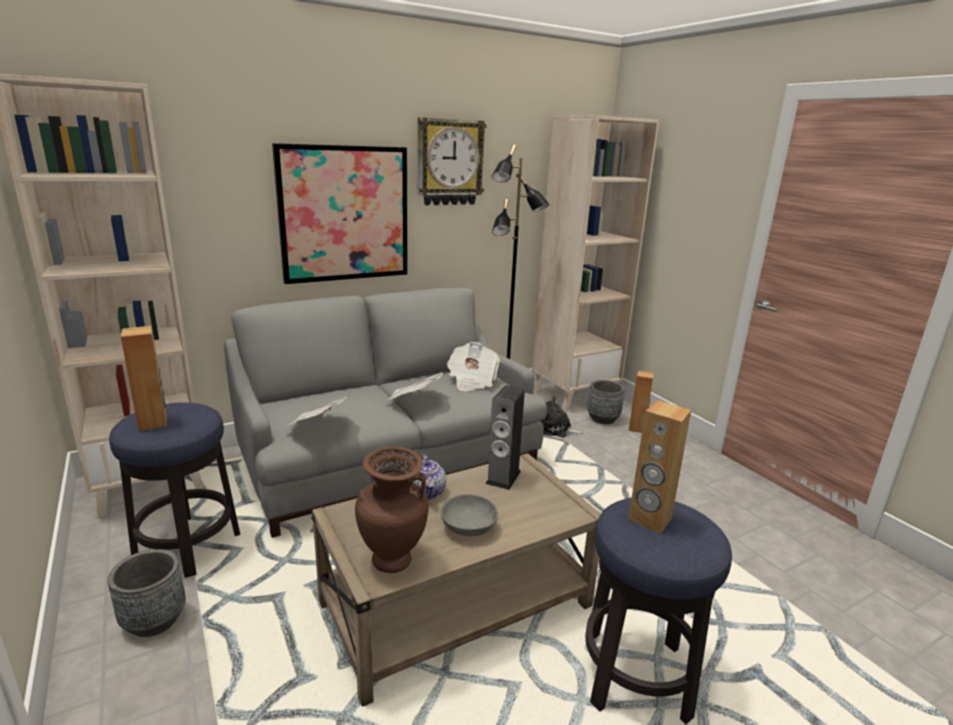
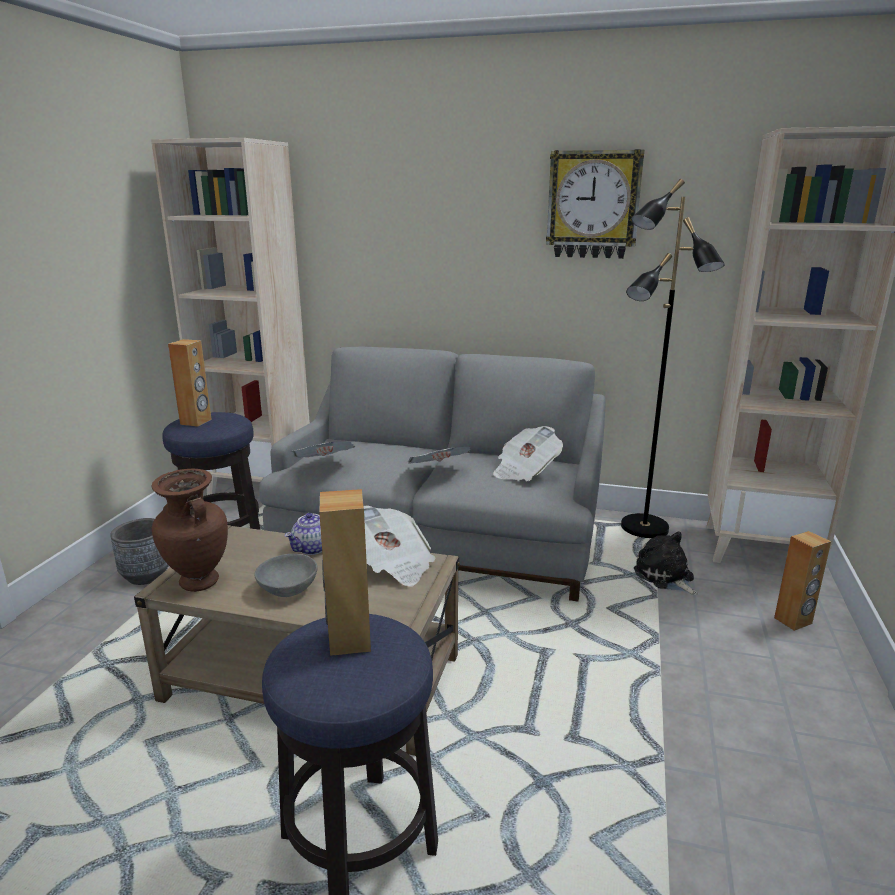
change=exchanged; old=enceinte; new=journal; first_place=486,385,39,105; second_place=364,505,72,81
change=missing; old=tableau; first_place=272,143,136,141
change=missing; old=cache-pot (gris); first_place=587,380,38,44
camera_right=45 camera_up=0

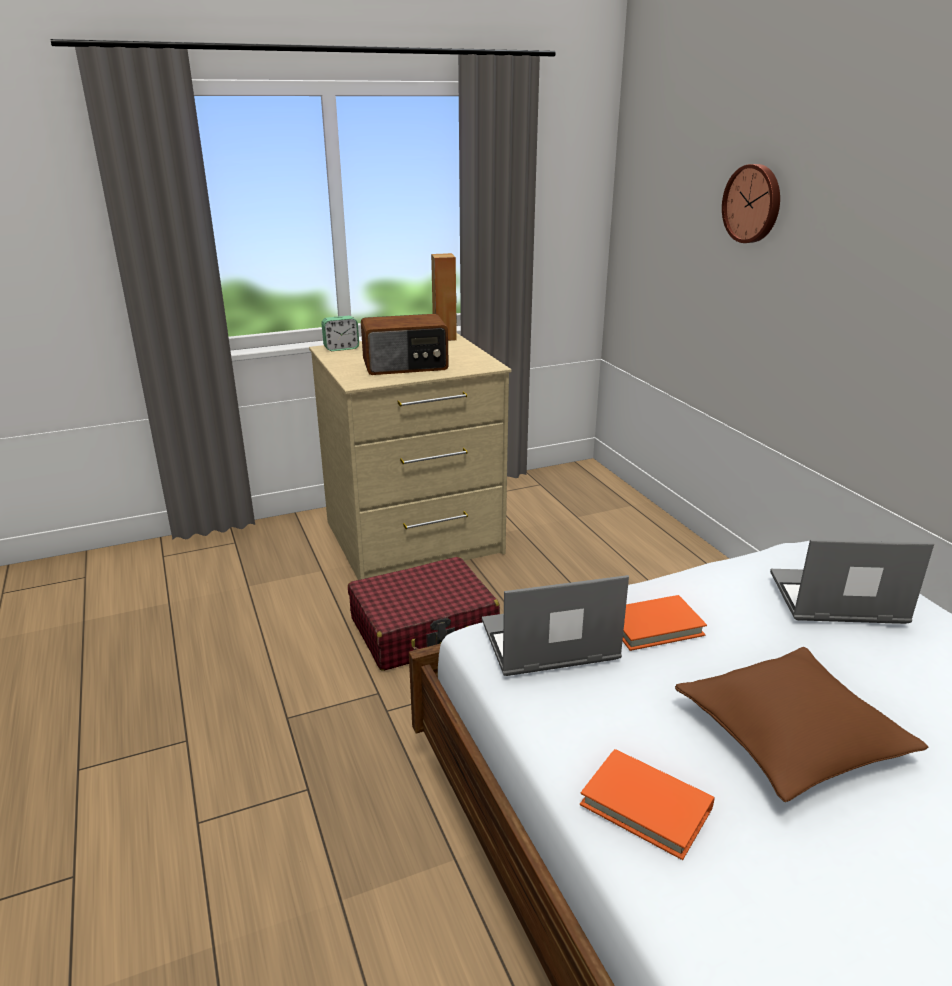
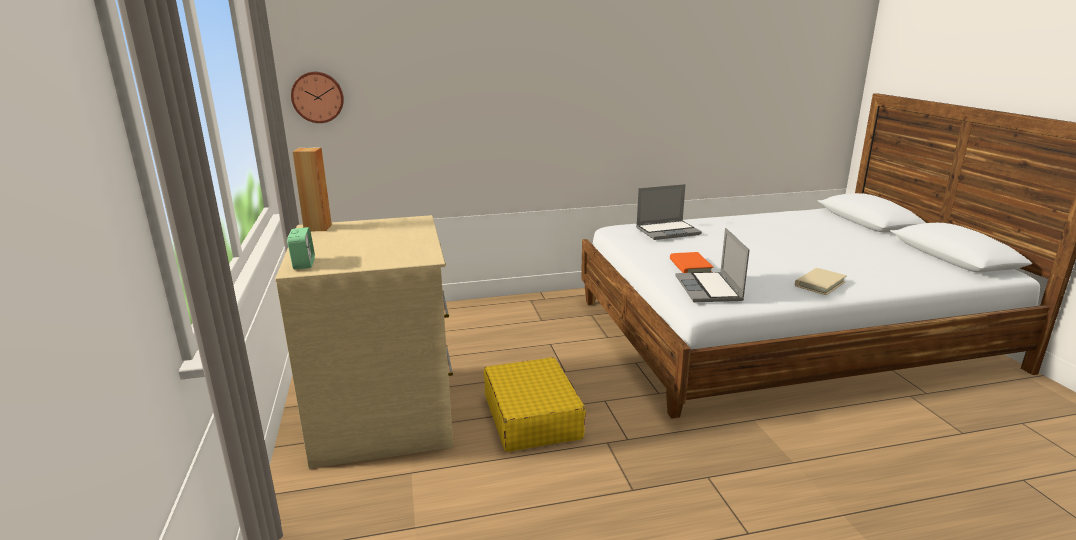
change=relocated; old=horloge murale; first_place=722,164,58,79; second_place=291,72,53,51
change=colour; old=valise (rouge); new=valise (jaune); first_place=348,557,152,114; second_place=484,357,102,95
change=spun; old=ordinateur portable; first_place=770,539,164,85; second_place=636,184,66,56; degrees=-120
change=colour; old=livre (orange); new=livre (beige); first_place=580,749,134,111; second_place=795,268,52,27
change=missing; old=radio; first_place=361,314,88,61
change=missing; old=coussin (marron); first_place=675,647,253,155
camera_right=-80 camera_up=-5

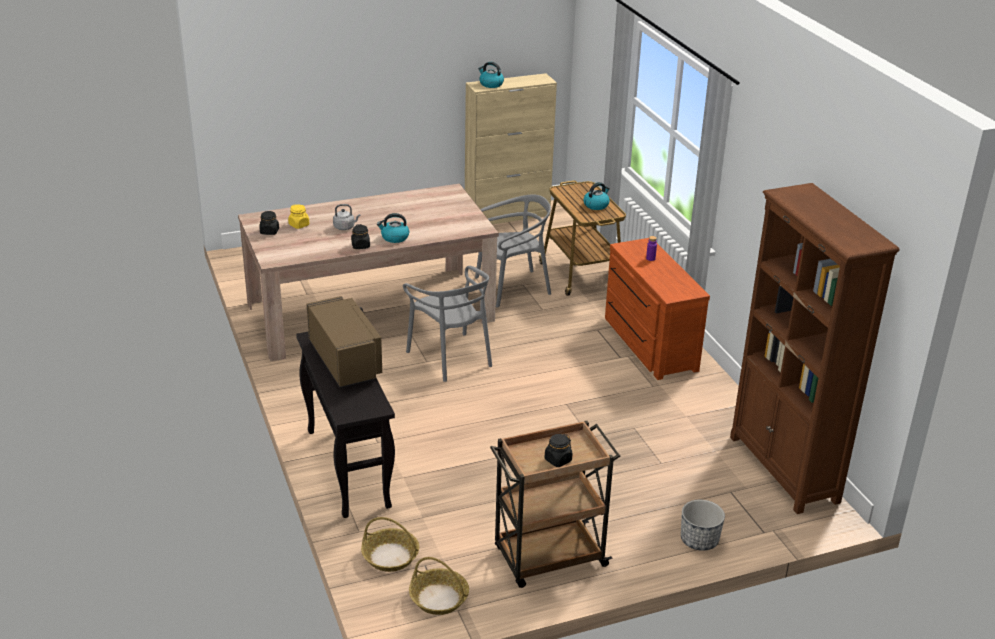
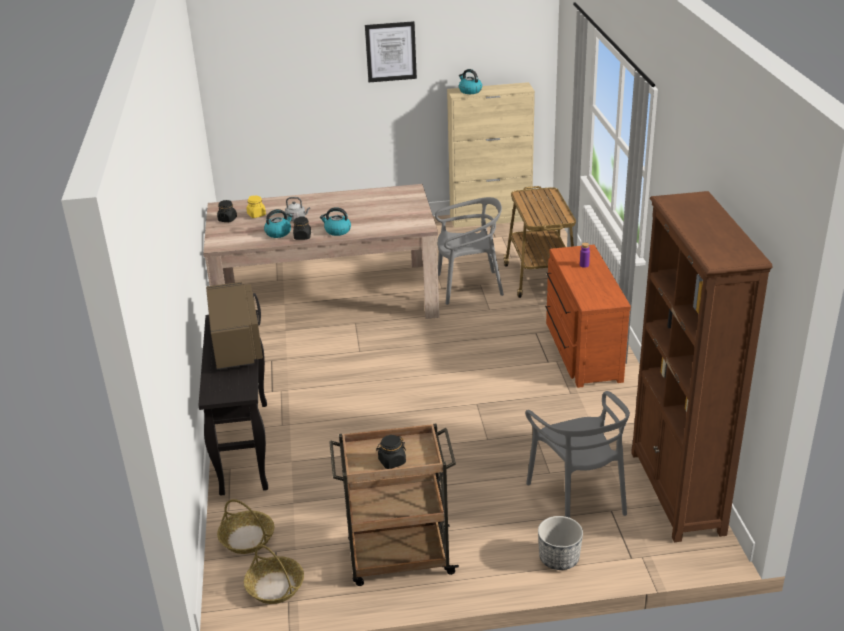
change=relocated; old=bouilloire; first_place=583,182,27,28; second_place=264,209,29,29
change=appeared; new=tableau; second_place=365,21,52,61
change=relocated; old=chaise (gris); first_place=403,266,89,116; second_place=525,391,105,127
camera_right=15 camera_up=0

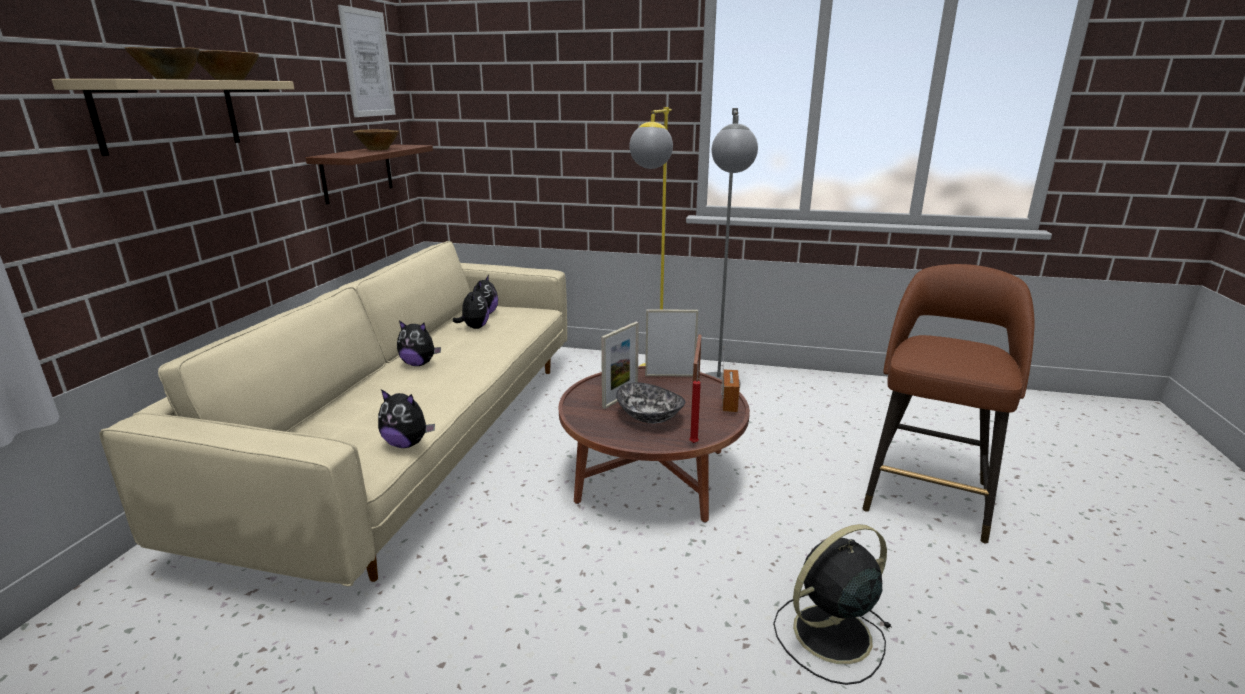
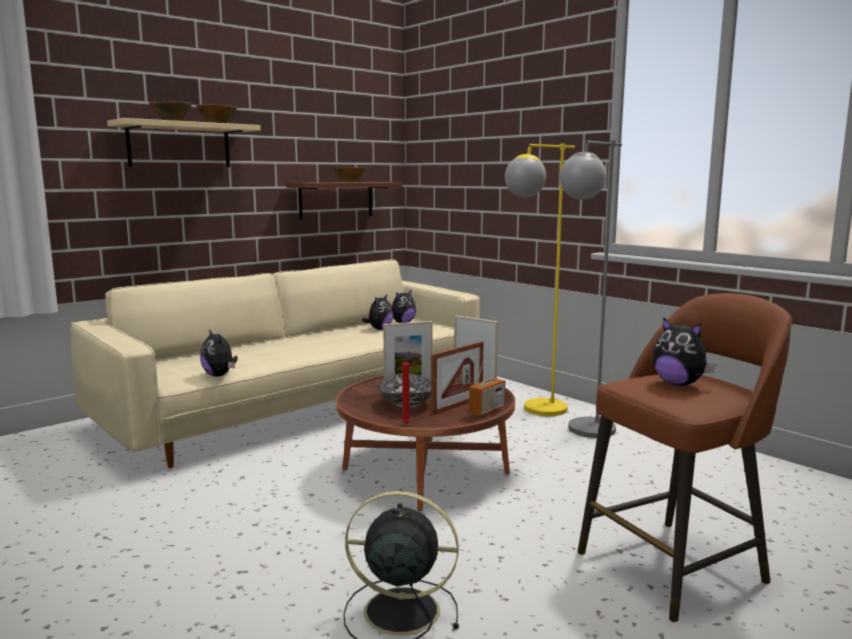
change=relocated; old=peluche; first_place=397,321,44,45; second_place=653,317,63,69
change=missing; old=tableau; first_place=338,5,58,112
camera_right=35 camera_up=-10

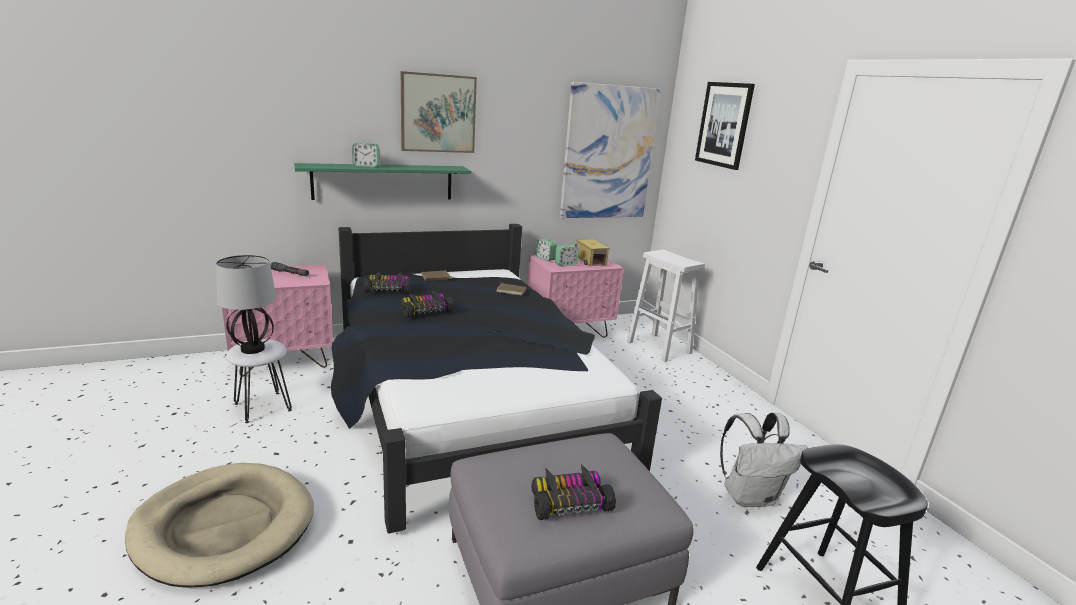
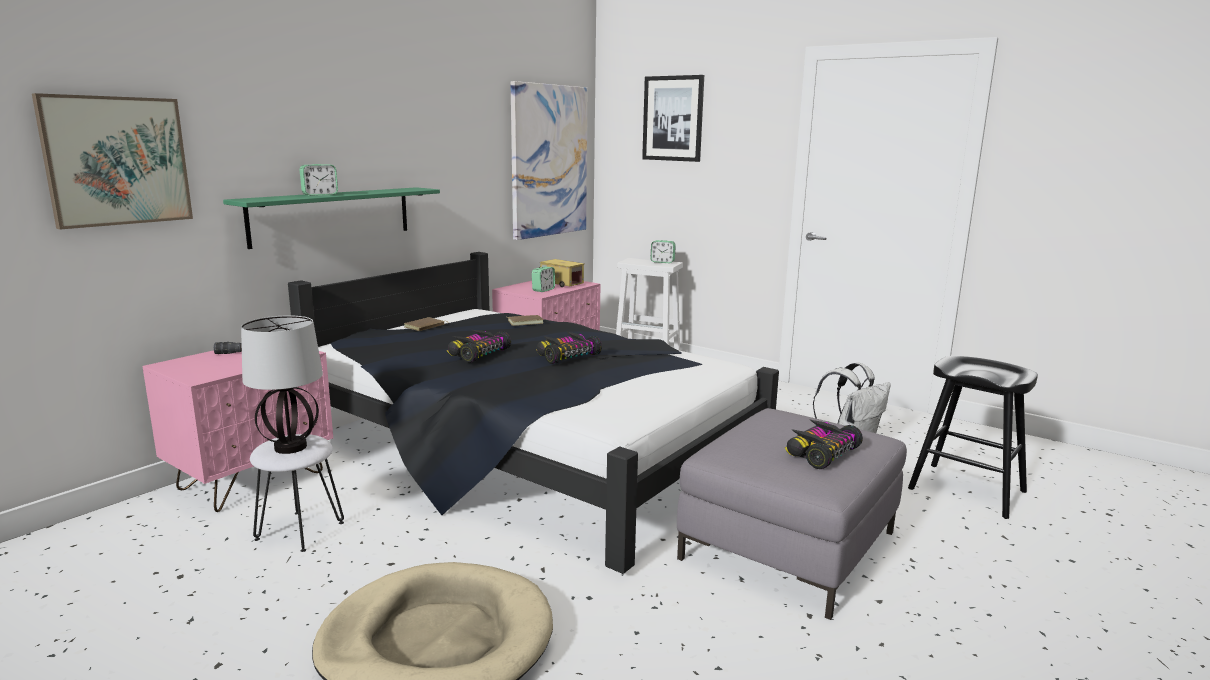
change=relocated; old=tableau; first_place=401,71,76,82; second_place=32,93,161,136
change=relocated; old=petite voiture; first_place=364,272,46,21; second_place=536,332,66,32
change=relocated; old=réveil; first_place=536,238,21,23; second_place=651,240,25,23
camera_right=-30 camera_up=-5

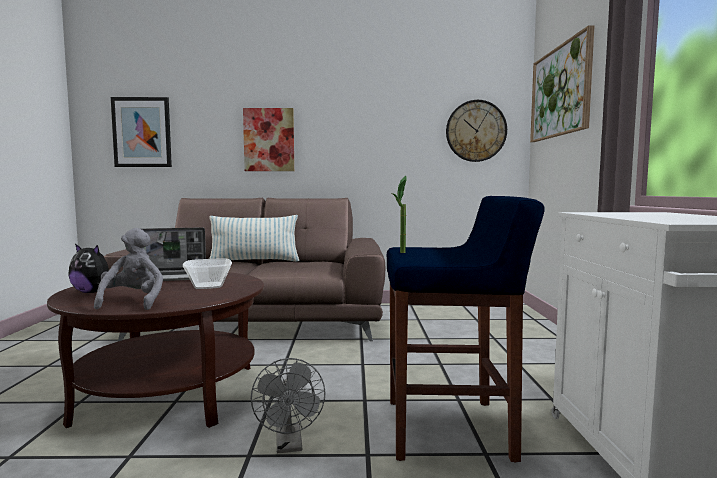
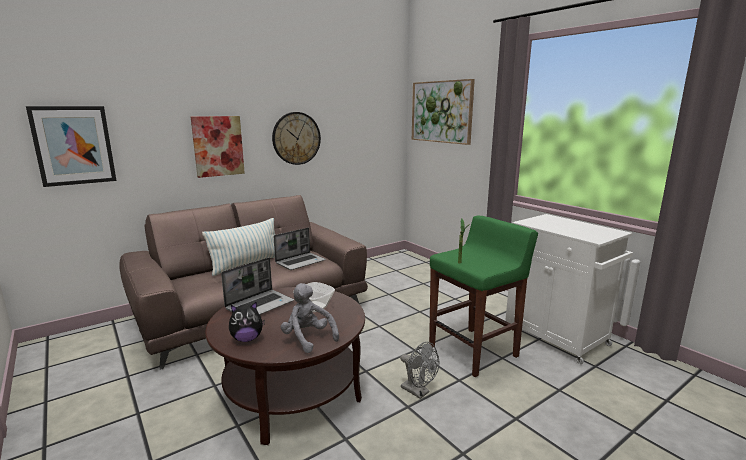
change=relocated; old=horloge murale; first_place=446,100,61,62; second_place=272,112,49,53
change=appeared; new=ordinateur portable; second_place=274,228,52,42
change=colour; old=tabouret (bleu); new=tabouret (vert); first_place=387,196,158,267; second_place=429,216,109,161
camera_right=-35 camera_up=10

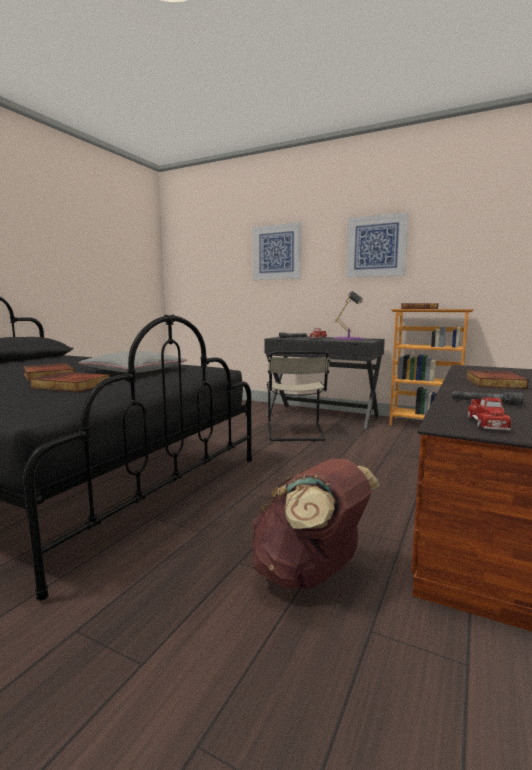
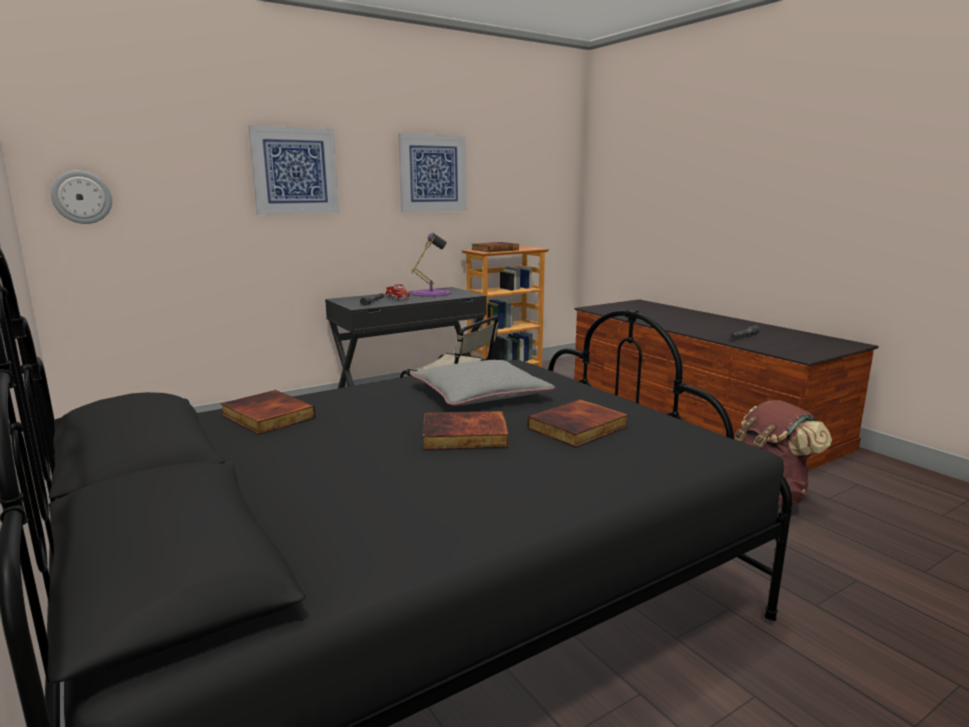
change=appeared; new=horloge murale; second_place=51,170,61,54
change=relocated; old=livre; first_place=466,370,63,19; second_place=220,390,95,45
change=missing; old=camion jouet; first_place=467,397,44,33
camera_right=-60 camera_up=5

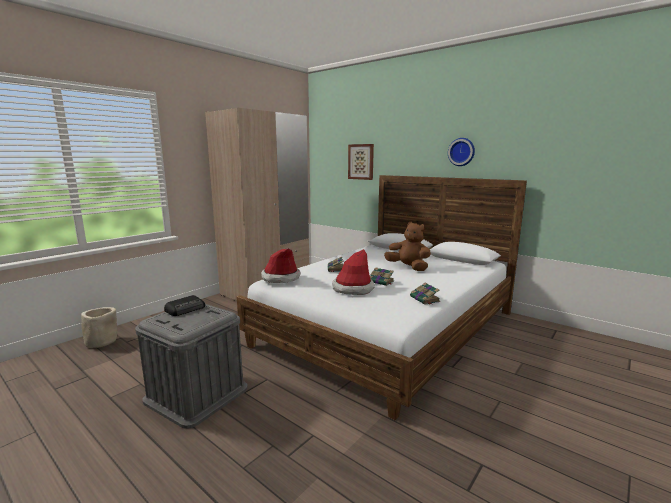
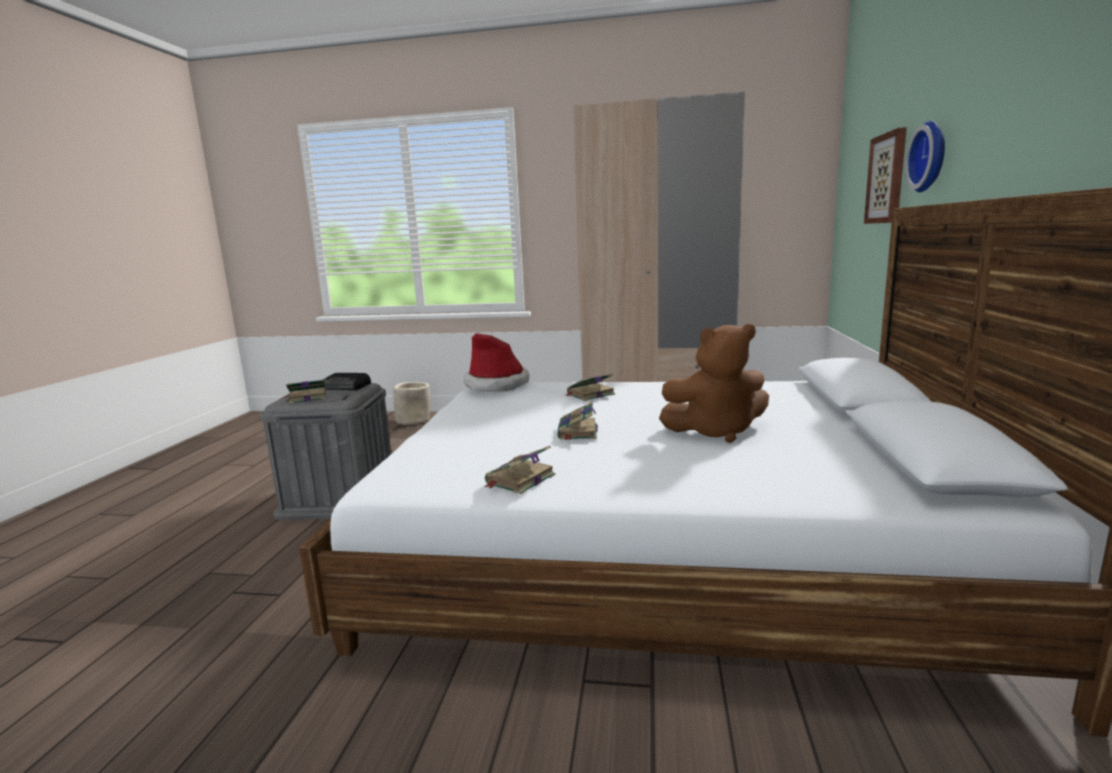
change=appeared; new=livre; second_place=284,379,42,25
change=spun; old=peluche (marron); first_place=384,222,47,49; second_place=659,324,110,119; degrees=75
change=relocated; old=horloge murale; first_place=448,138,27,28; second_place=905,121,40,71
change=missing; old=chapeau; first_place=332,249,43,46
camera_right=60 camera_up=0

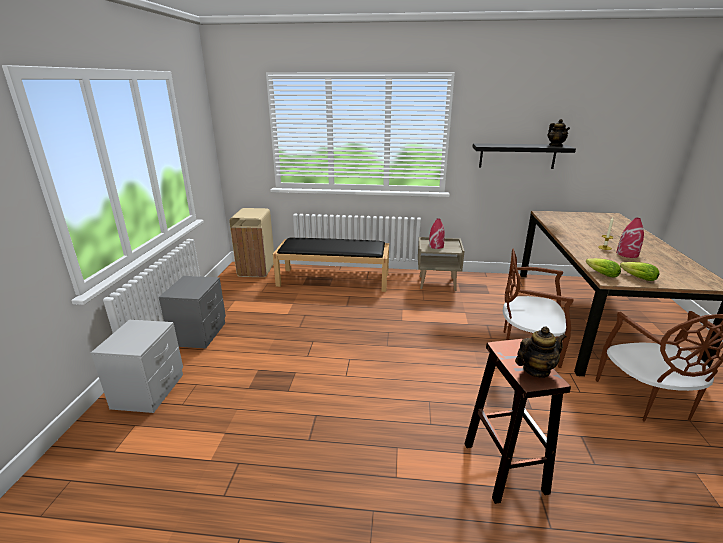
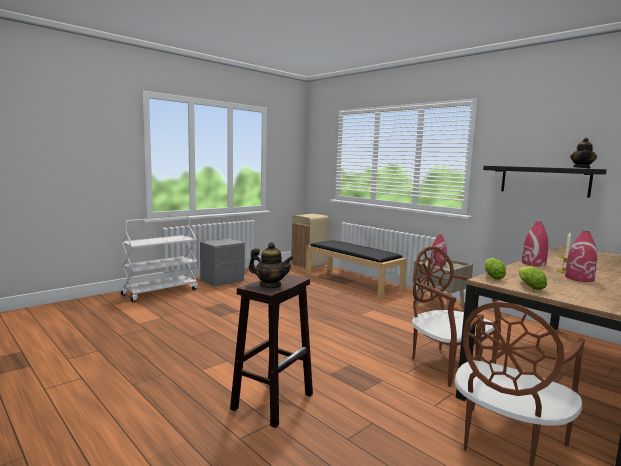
change=exchanged; old=table de chevet (gris); new=chariot (blanc); first_place=91,320,92,93; second_place=121,216,77,87
change=appeared; new=vase (rouge); second_place=522,222,26,44
camera_right=40 camera_up=-15

